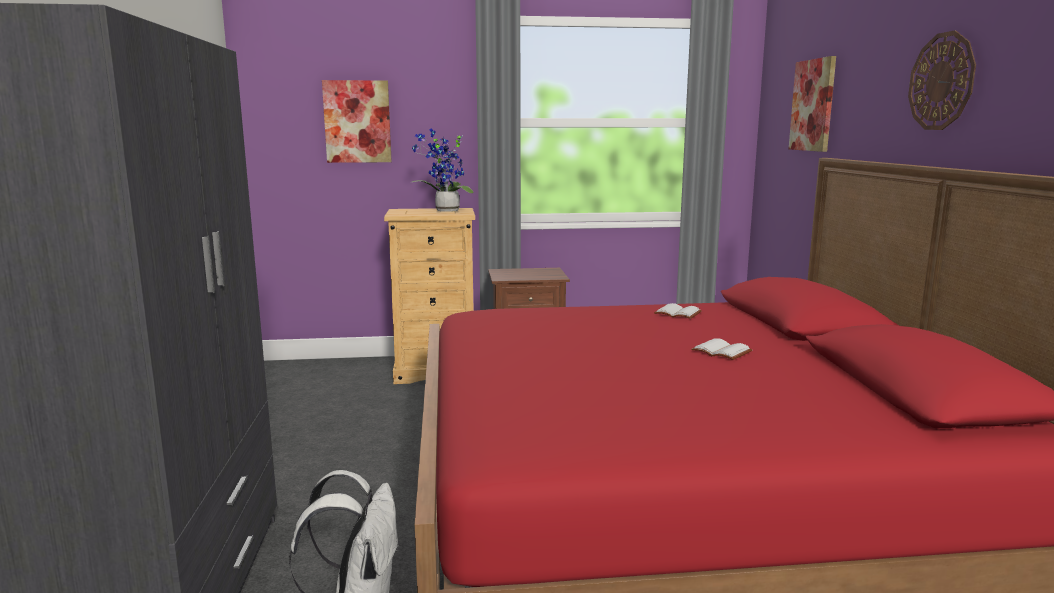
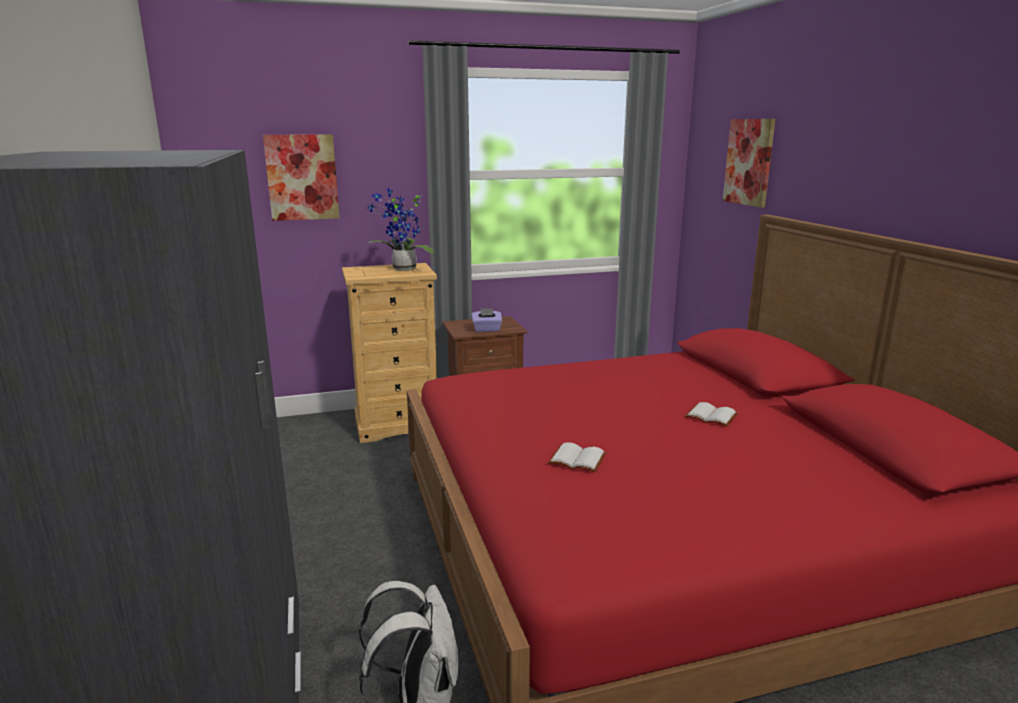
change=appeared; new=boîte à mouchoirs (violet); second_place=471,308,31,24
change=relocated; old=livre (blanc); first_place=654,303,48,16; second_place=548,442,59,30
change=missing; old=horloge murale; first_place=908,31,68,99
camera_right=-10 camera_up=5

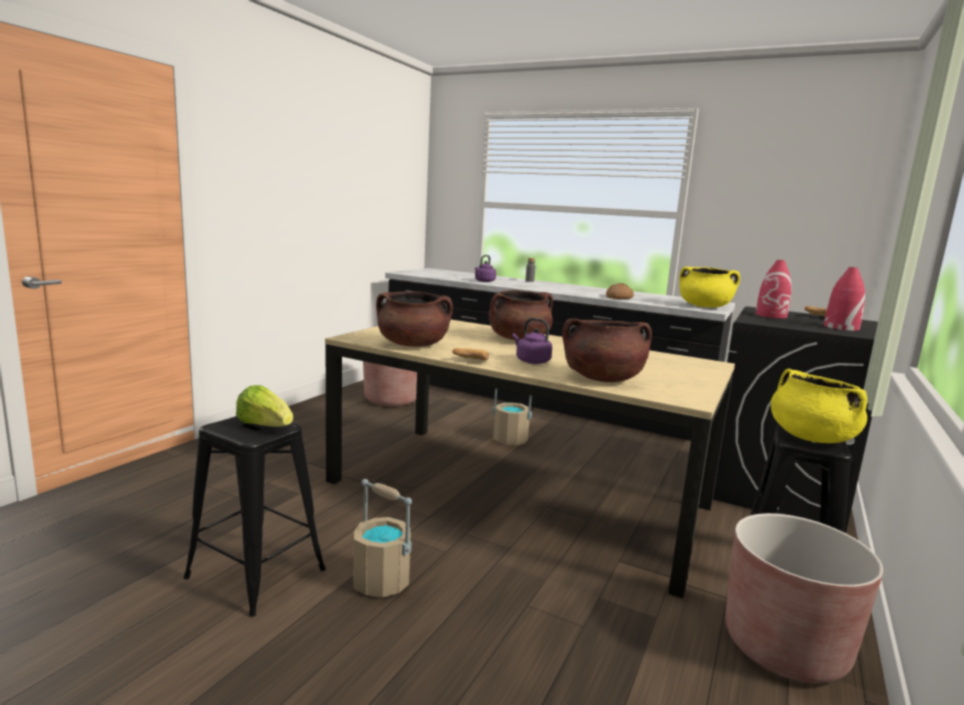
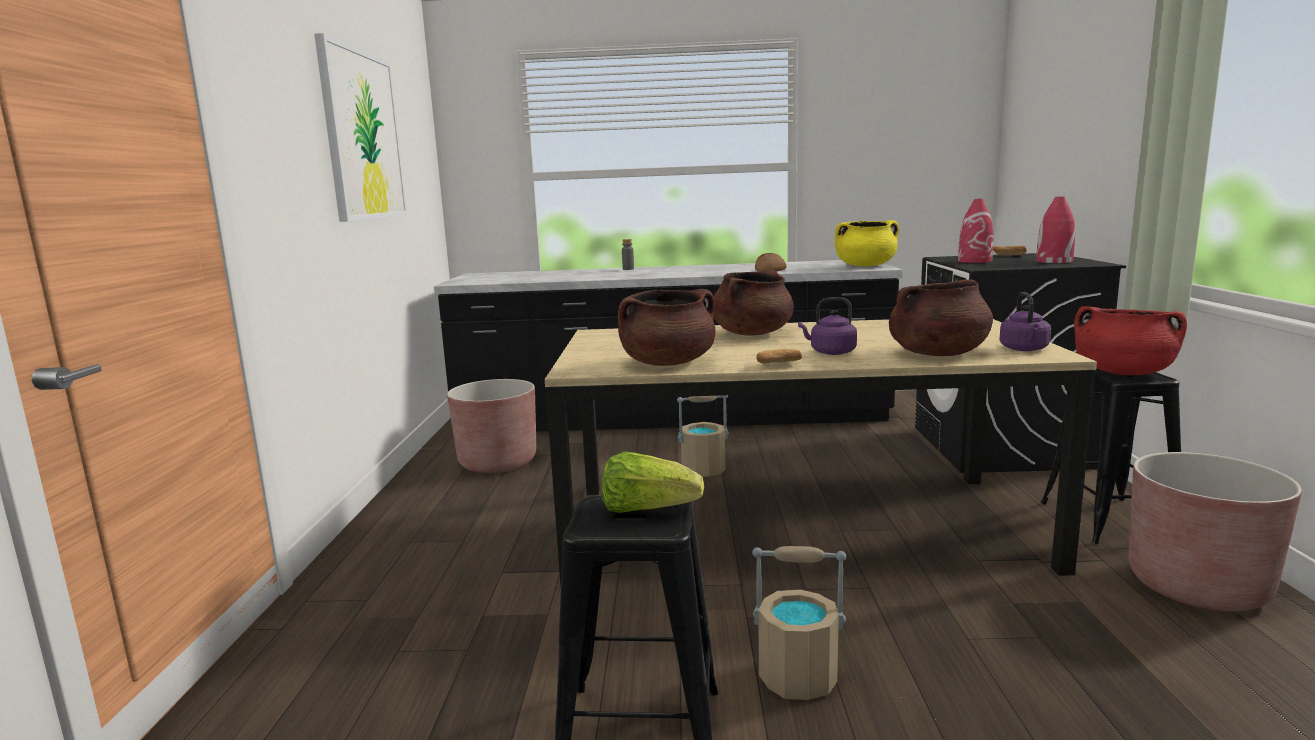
change=appeared; new=tableau; second_place=314,33,94,189
change=relocated; old=bouilloire (violet); first_place=475,255,21,27; second_place=999,292,52,59
change=colour; old=marmite (jaune); new=marmite (rouge); first_place=771,369,96,74; second_place=1074,306,113,69
camera_right=-25 camera_up=0

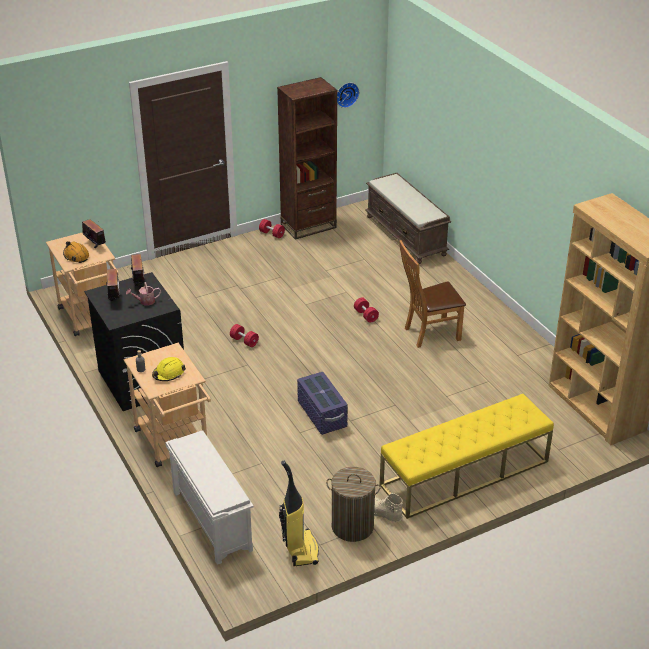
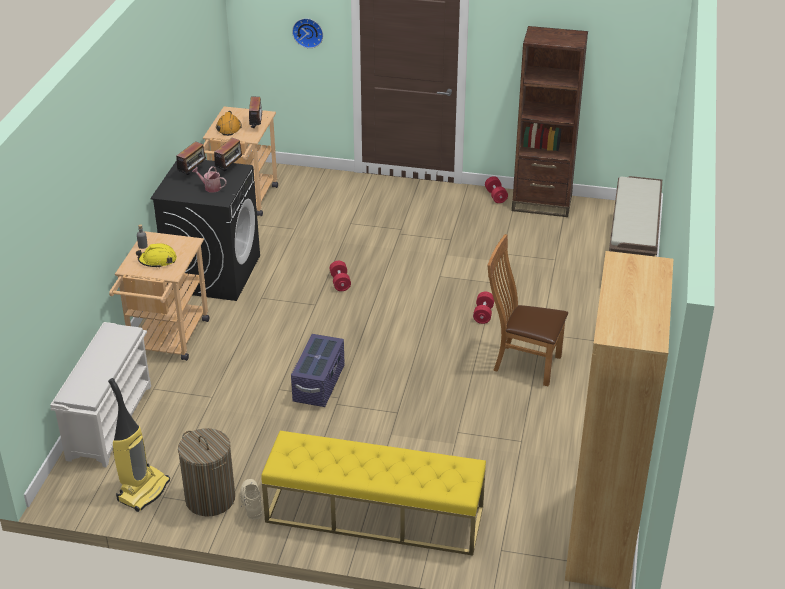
change=relocated; old=horloge murale; first_place=337,83,22,25; second_place=292,18,31,30
camera_right=40 camera_up=0

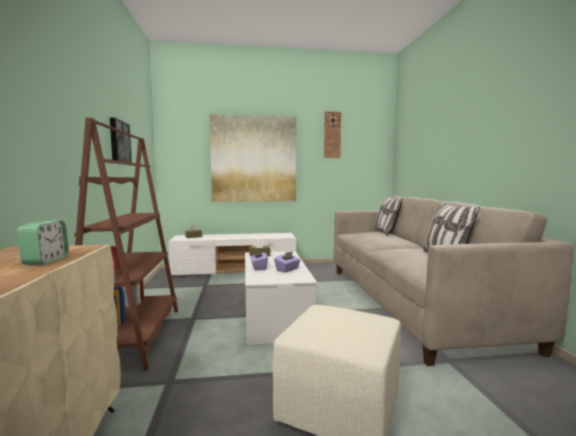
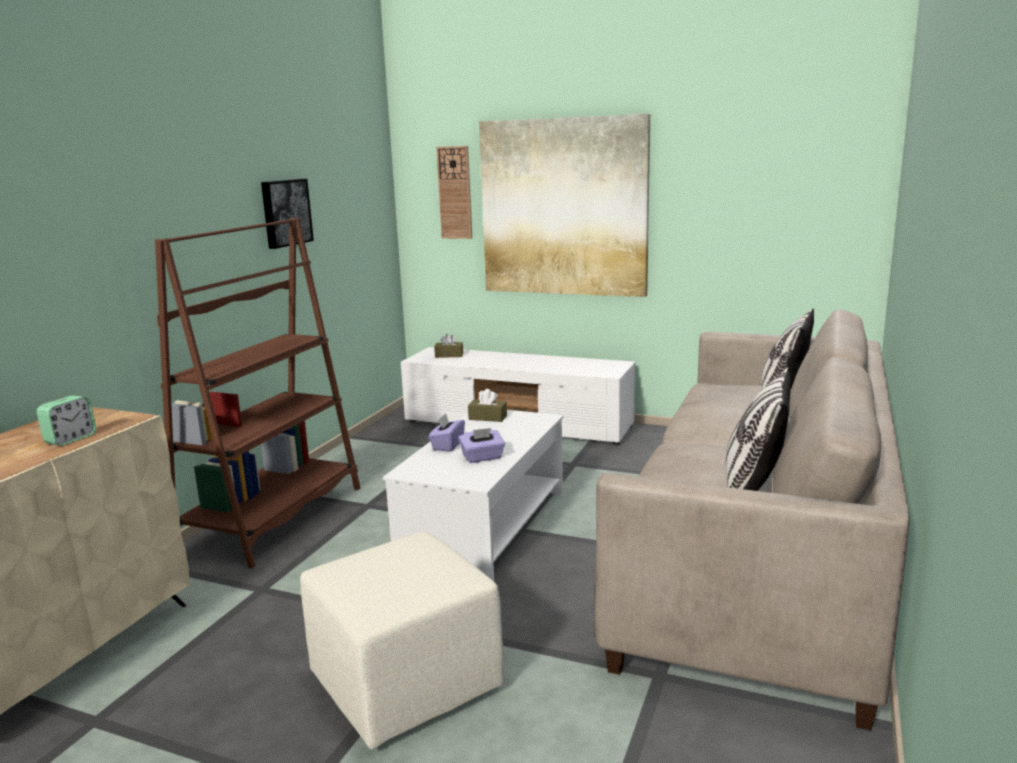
change=relocated; old=horloge murale; first_place=324,111,17,47; second_place=436,146,36,93
camera_right=30 camera_up=10

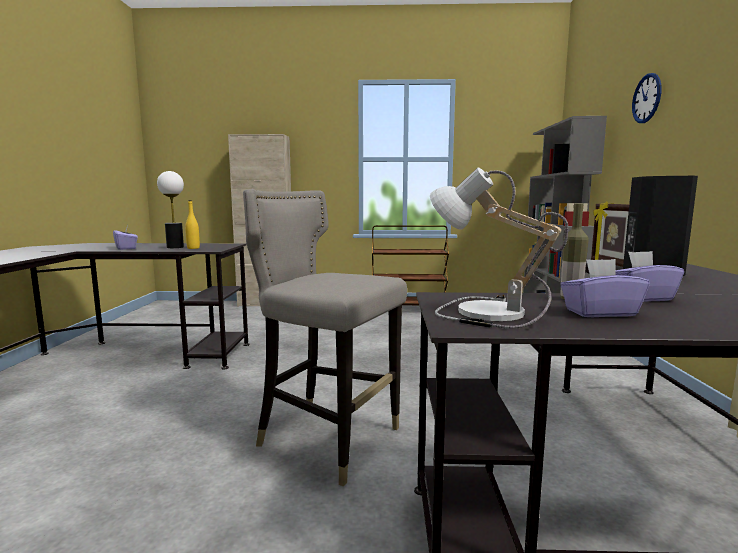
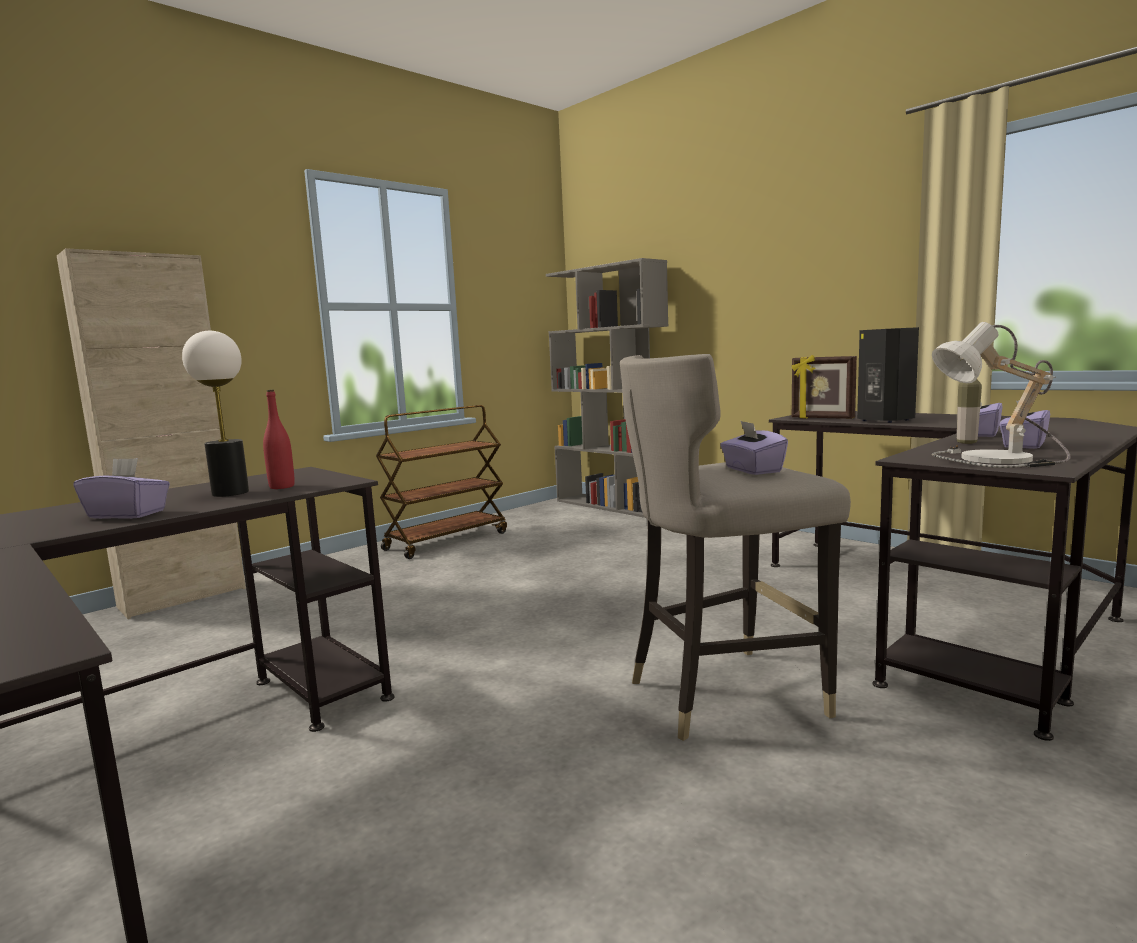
change=colour; old=bouteille (jaune); new=bouteille (rouge); first_place=185,200,15,49; second_place=263,390,32,99
change=appeared; new=boîte à mouchoirs (violet); second_place=720,420,68,55
change=missing; old=horloge murale; first_place=632,73,30,50
camera_right=-45 camera_up=0

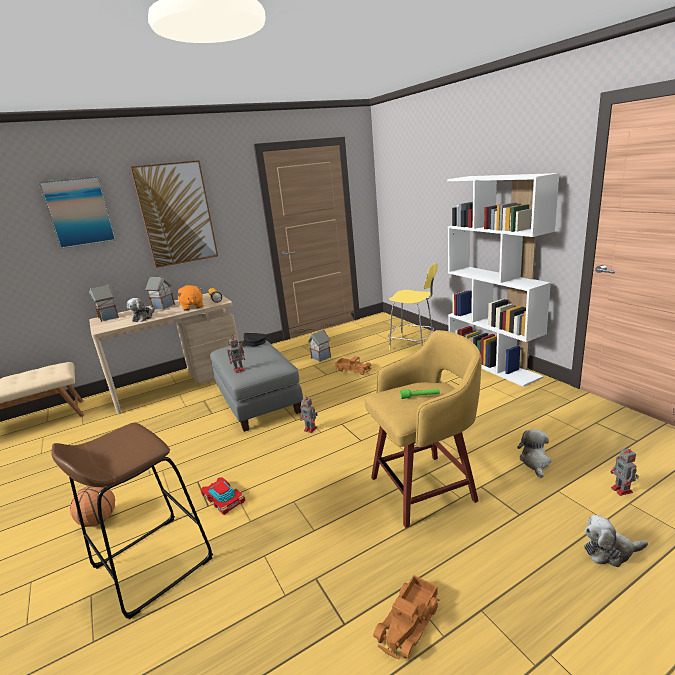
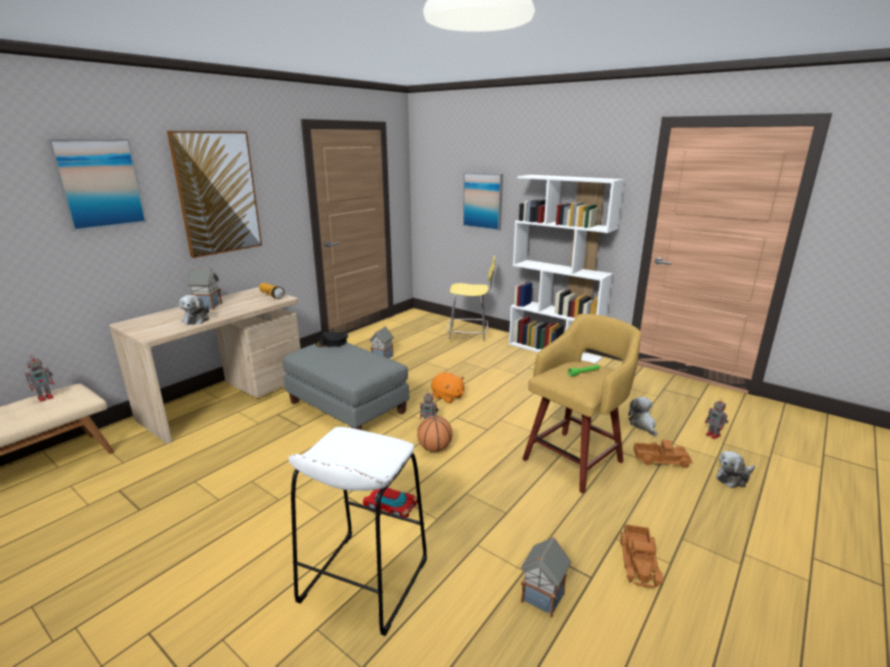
change=relocated; old=robot jouet; first_place=227,335,18,38; second_place=25,355,29,47
change=colour; old=tabouret (marron); new=tabouret (blanc); first_place=51,423,162,196; second_place=289,427,138,209
change=relocated; old=ballon de basket; first_place=70,486,45,41; second_place=417,416,35,36
change=relocated; old=peluche (orange); first_place=177,285,26,26; second_place=431,372,33,31
change=appeared; new=tableau; second_place=463,172,40,59
change=relocated; old=maison miniature; first_place=89,284,30,38; second_place=521,536,50,82
change=relocated; old=camion jouet; first_place=335,356,36,19; second_place=634,440,58,28
camera_right=-25 camera_up=0

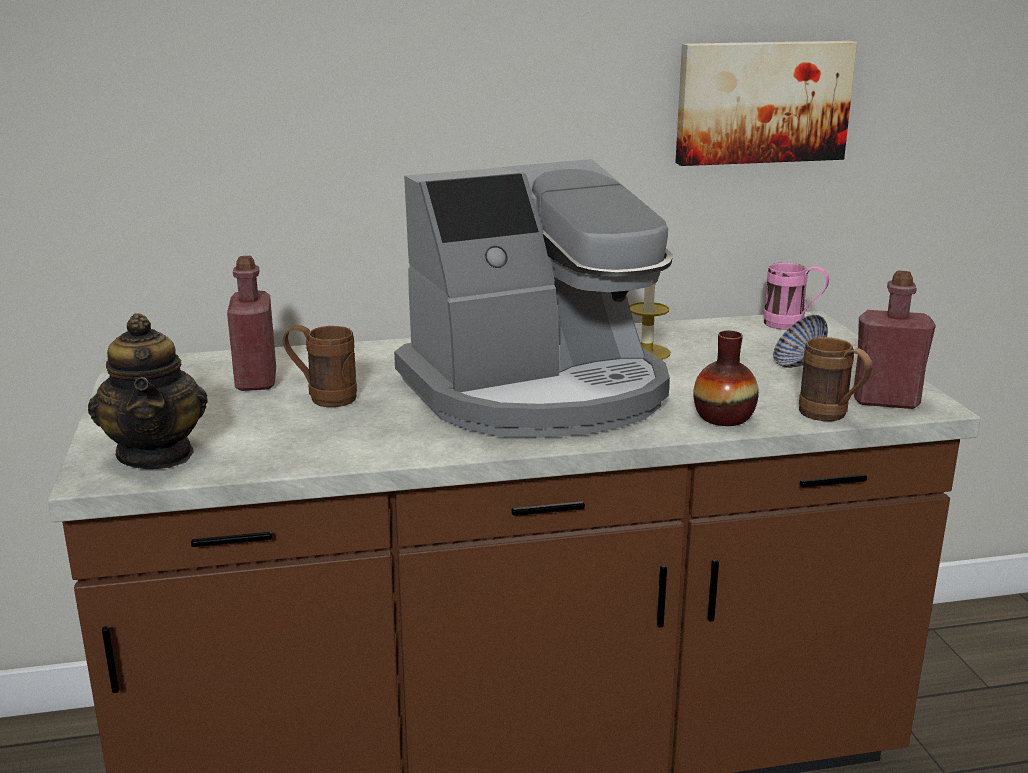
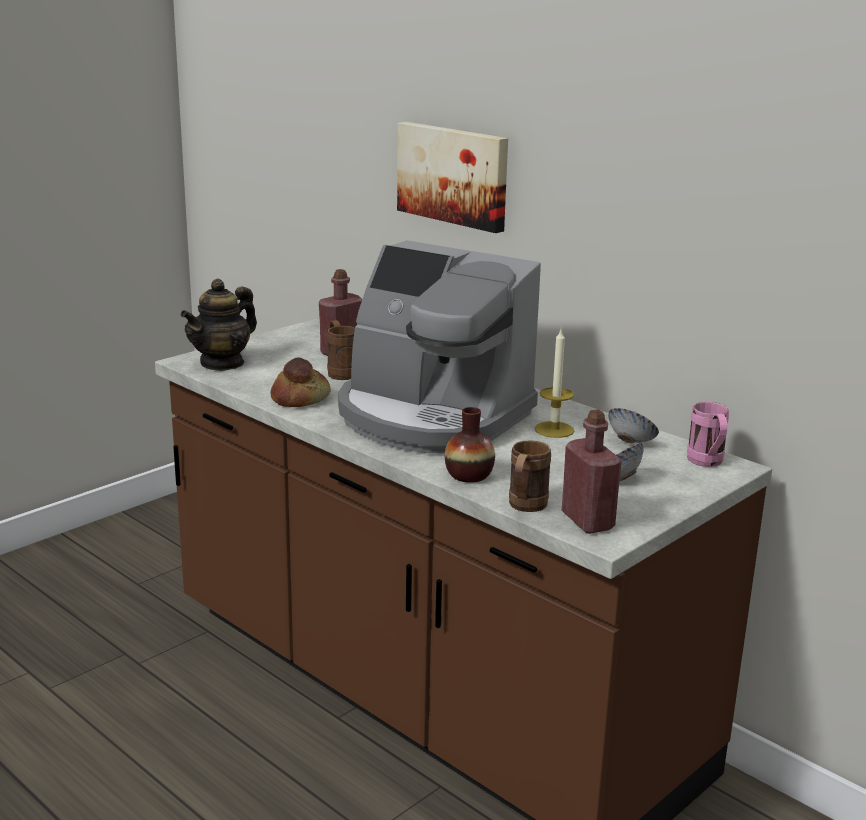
change=appeared; new=pain; second_place=270,357,61,50
change=relocated; old=tableau; first_place=675,41,182,125; second_place=397,122,111,111
change=appeared; new=bol; second_place=609,408,50,36
camera_right=55 camera_up=0

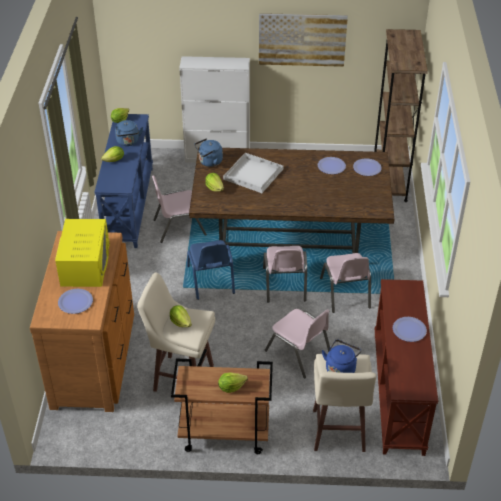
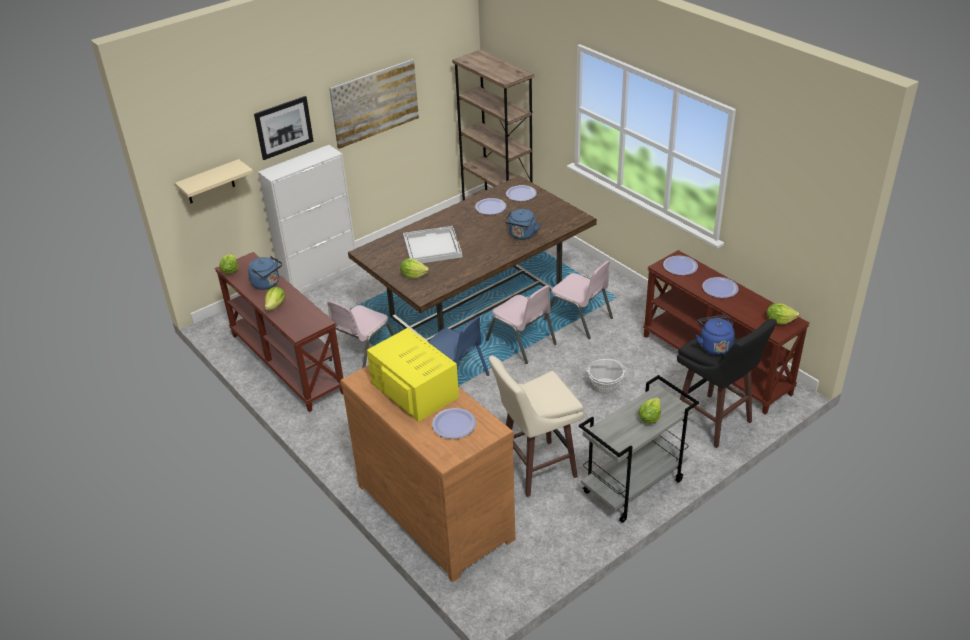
change=appeared; new=étagère (beige); second_place=175,159,78,44
change=colour; old=table console (bleu); new=table console (marron); first_place=94,114,59,134; second_place=215,252,128,160
change=appeared; new=tableau; second_place=254,96,60,64
change=relocated; old=bouilloire (bleu); first_place=194,138,29,29; second_place=505,209,36,31
change=colour; old=chariot (marron); new=chariot (gris); first_place=171,359,102,95; second_place=579,375,120,148
change=exchanged; old=chaise (rose); new=panier; first_place=265,309,66,69; second_place=585,359,43,35
change=appeared; new=assiette; second_place=663,256,35,19
change=colour; old=tabouret (beige); new=tabouret (noir); first_place=313,354,63,98; second_place=677,319,100,129
change=relocated; old=laitue; first_place=170,305,22,22; second_place=767,303,33,22
camera_right=-40 camera_up=-5

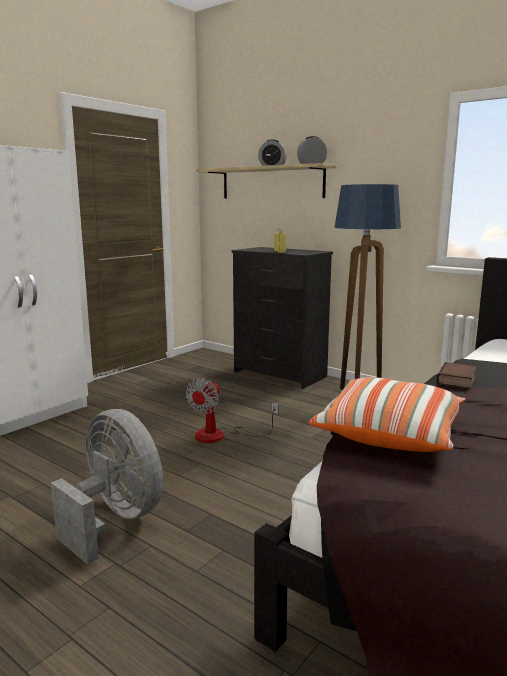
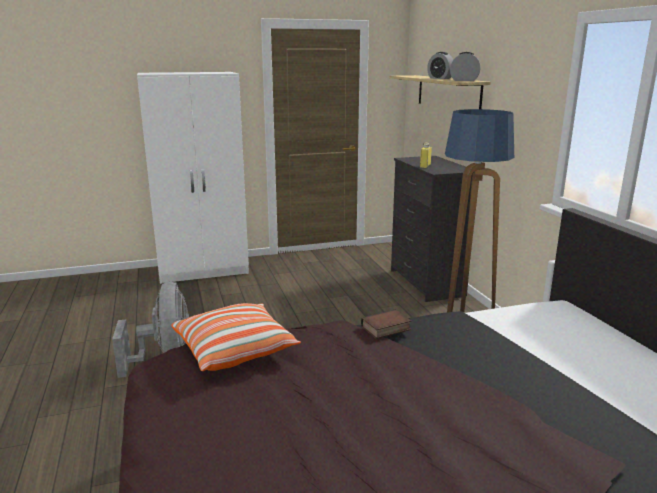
change=missing; old=ventilateur; first_place=186,378,93,65
camera_right=35 camera_up=5

